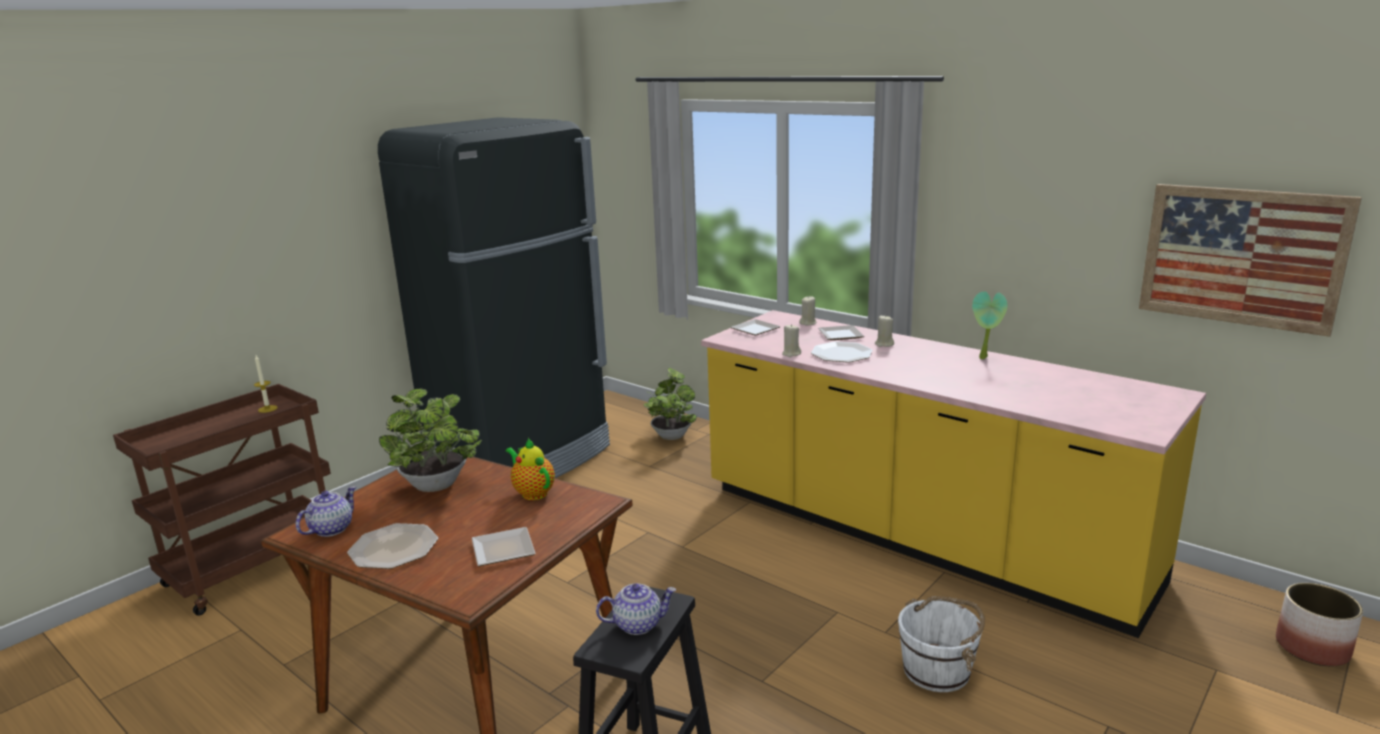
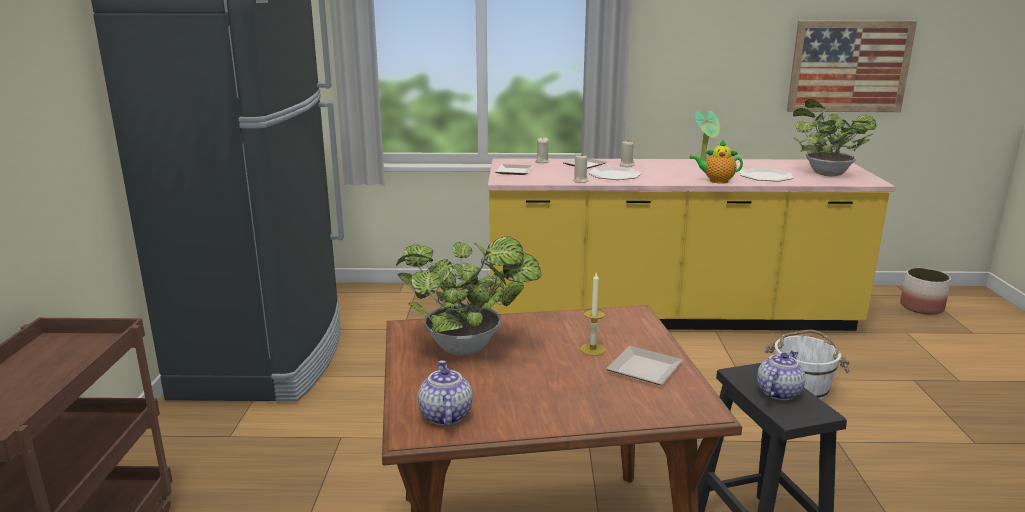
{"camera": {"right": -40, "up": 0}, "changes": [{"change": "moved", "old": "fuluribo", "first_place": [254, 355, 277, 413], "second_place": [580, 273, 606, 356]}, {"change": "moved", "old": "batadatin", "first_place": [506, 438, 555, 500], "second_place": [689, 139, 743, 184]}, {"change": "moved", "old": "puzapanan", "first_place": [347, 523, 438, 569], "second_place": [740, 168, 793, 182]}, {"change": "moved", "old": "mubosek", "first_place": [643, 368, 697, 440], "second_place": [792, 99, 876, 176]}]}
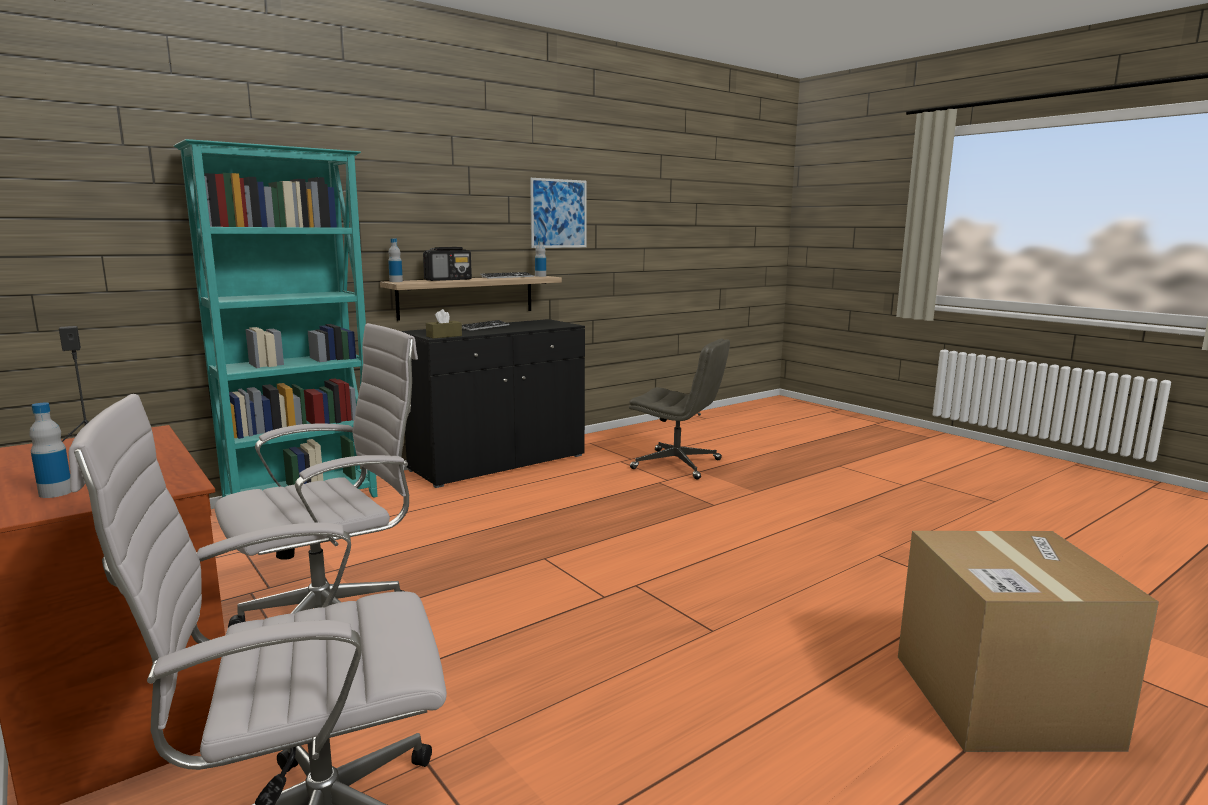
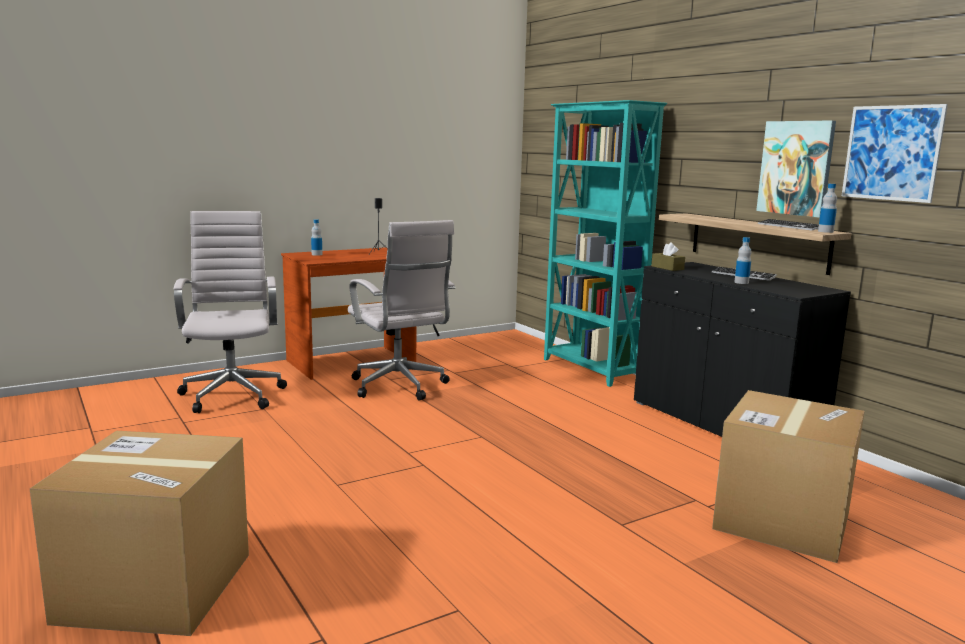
{"camera": {"right": 95, "up": 0}, "changes": [{"change": "replaced", "old": "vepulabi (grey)", "new": "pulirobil", "first_place": [629, 339, 730, 480], "second_place": [712, 390, 864, 563]}, {"change": "moved", "old": "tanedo", "first_place": [388, 239, 403, 282], "second_place": [735, 237, 752, 284]}, {"change": "added", "new": "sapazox", "second_place": [756, 120, 836, 218]}, {"change": "removed", "old": "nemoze", "first_place": [423, 247, 472, 281]}]}
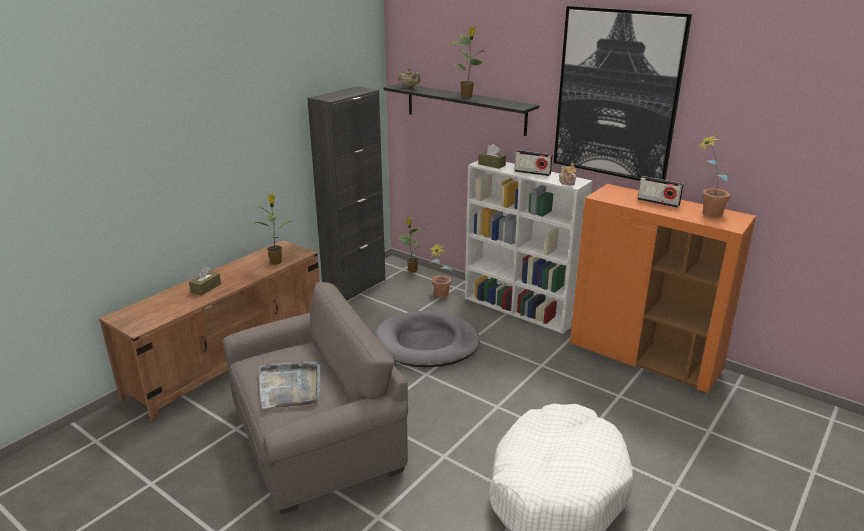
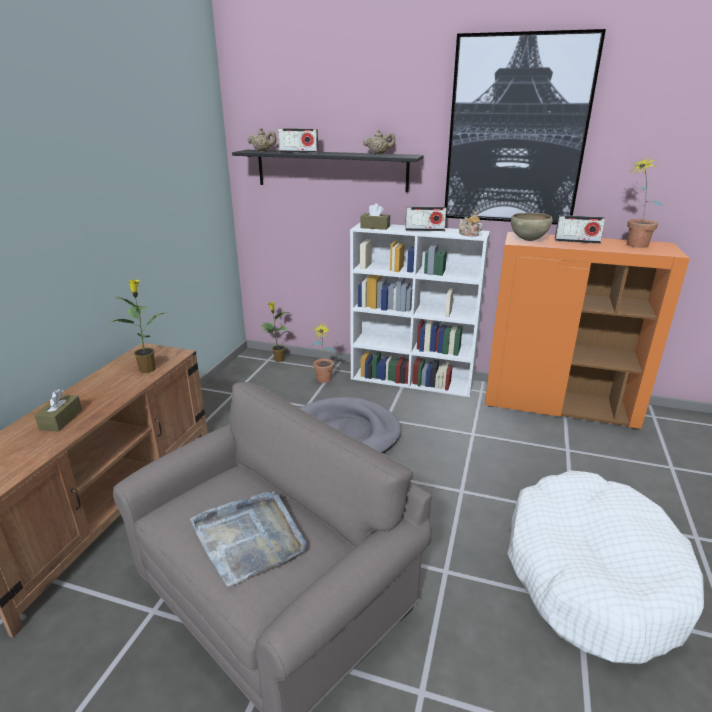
{"camera": {"right": -20, "up": 0}, "changes": [{"change": "added", "new": "nemoze", "second_place": [278, 128, 318, 153]}, {"change": "added", "new": "batadatin (beige)", "second_place": [363, 129, 395, 154]}, {"change": "added", "new": "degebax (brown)", "second_place": [511, 213, 553, 241]}, {"change": "removed", "old": "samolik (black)", "first_place": [307, 86, 385, 301]}, {"change": "removed", "old": "mubosek", "first_place": [452, 27, 484, 98]}]}
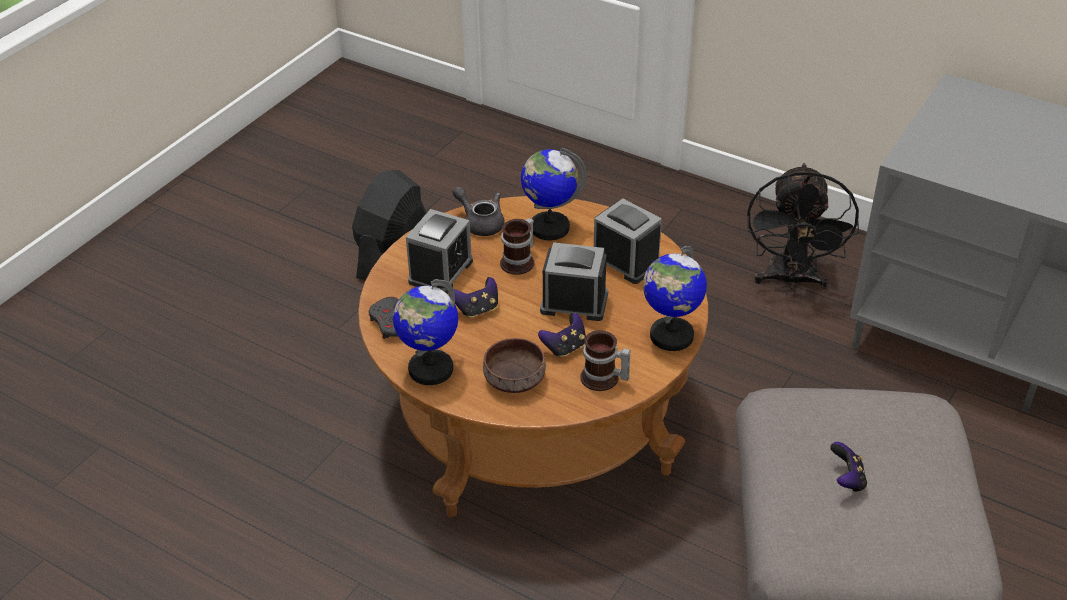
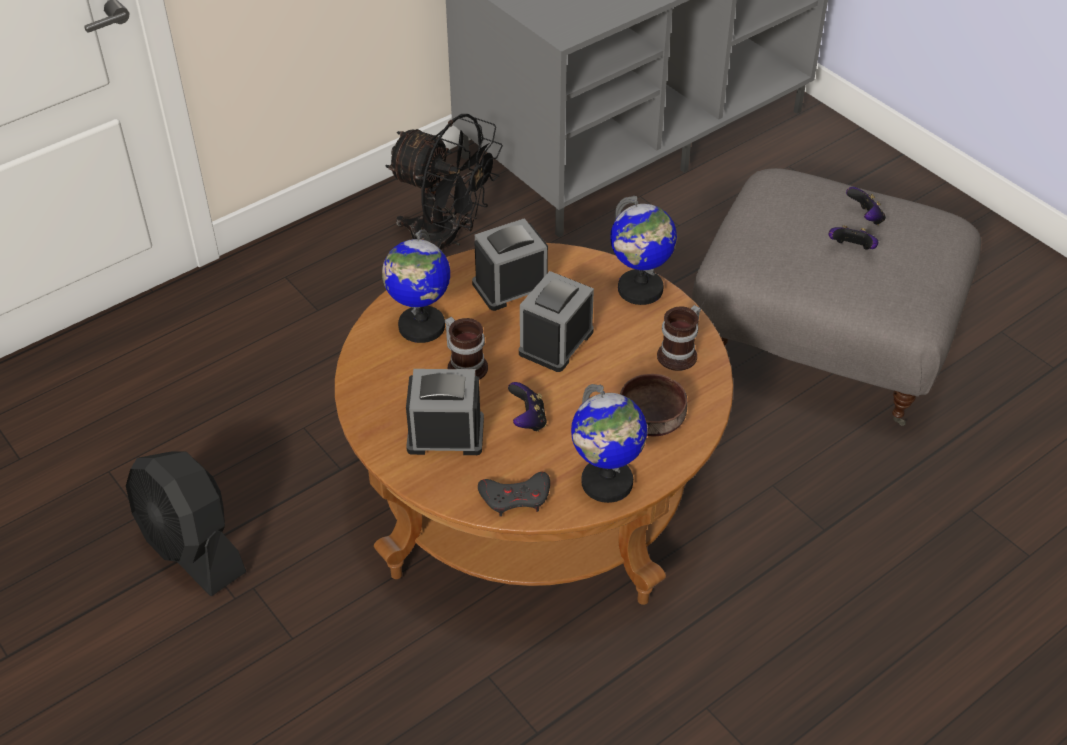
{"camera": {"right": -70, "up": 5}, "changes": [{"change": "turned", "old": "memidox", "first_place": [406, 209, 473, 294], "second_place": [406, 369, 484, 455], "degrees": -45}, {"change": "moved", "old": "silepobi", "first_place": [538, 313, 586, 358], "second_place": [846, 187, 886, 225]}, {"change": "removed", "old": "batadatin (grey)", "first_place": [452, 186, 505, 236]}]}
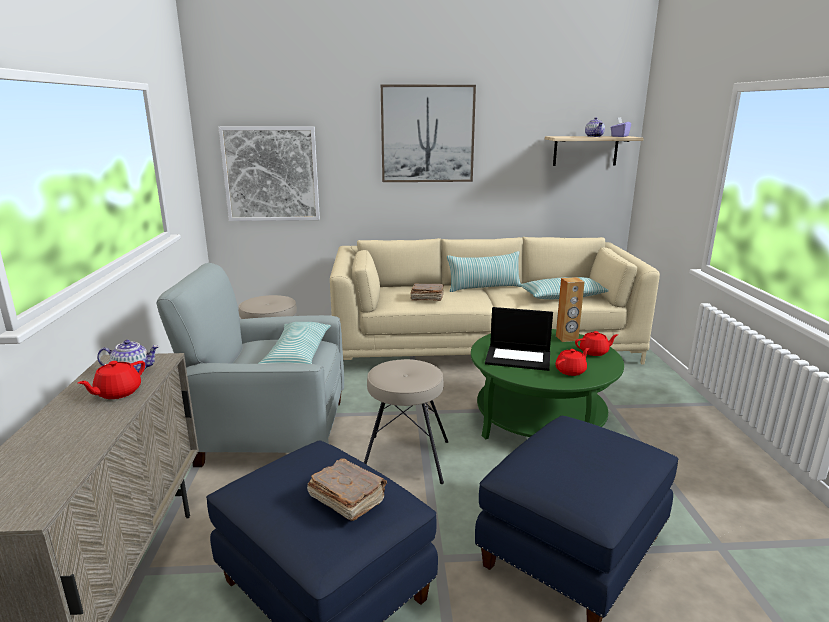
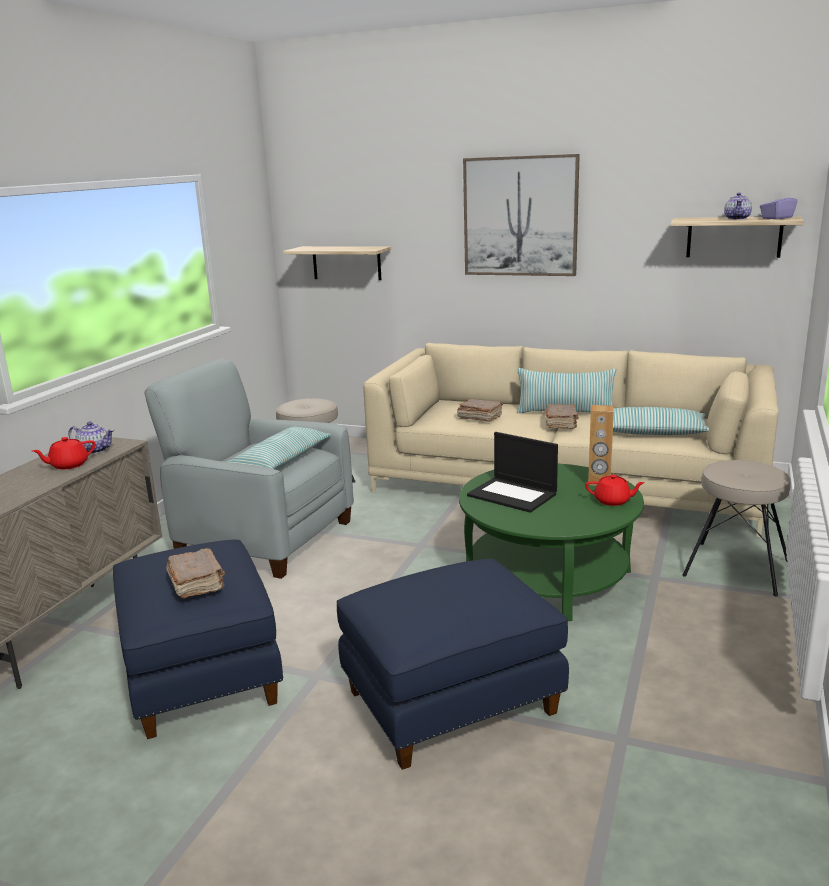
{"camera": {"right": 25, "up": 0}, "changes": [{"change": "replaced", "old": "sapazox", "new": "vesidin", "first_place": [219, 126, 320, 221], "second_place": [283, 246, 391, 280]}, {"change": "added", "new": "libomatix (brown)", "second_place": [545, 404, 578, 429]}, {"change": "moved", "old": "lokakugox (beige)", "first_place": [364, 359, 448, 484], "second_place": [682, 460, 791, 596]}, {"change": "removed", "old": "batadatin (red)", "first_place": [555, 348, 589, 376]}]}
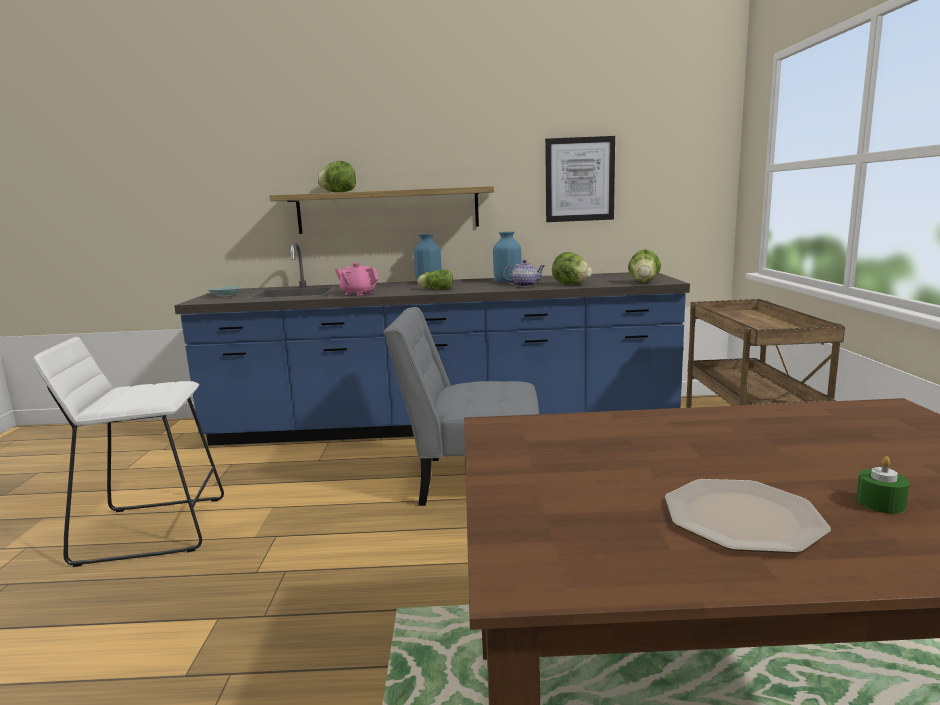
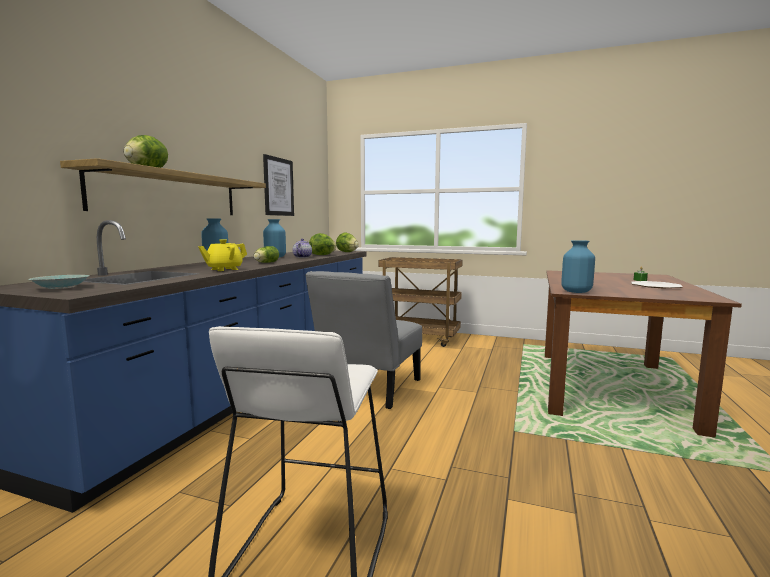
{"camera": {"right": -70, "up": -5}, "changes": [{"change": "recoloured", "old": "batadatin (pink)", "new": "batadatin (yellow)", "first_place": [335, 263, 379, 296], "second_place": [198, 239, 247, 271]}, {"change": "added", "new": "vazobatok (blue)", "second_place": [561, 240, 595, 293]}]}
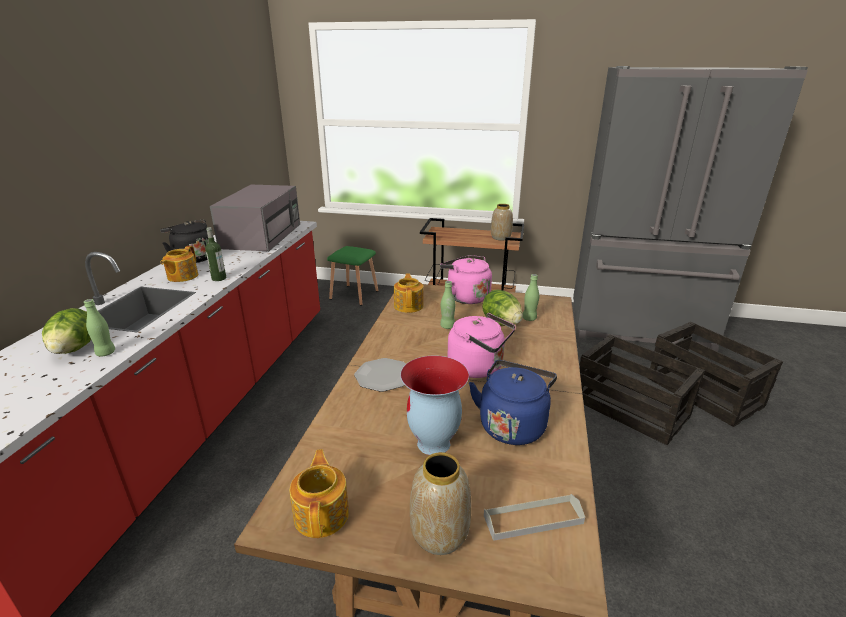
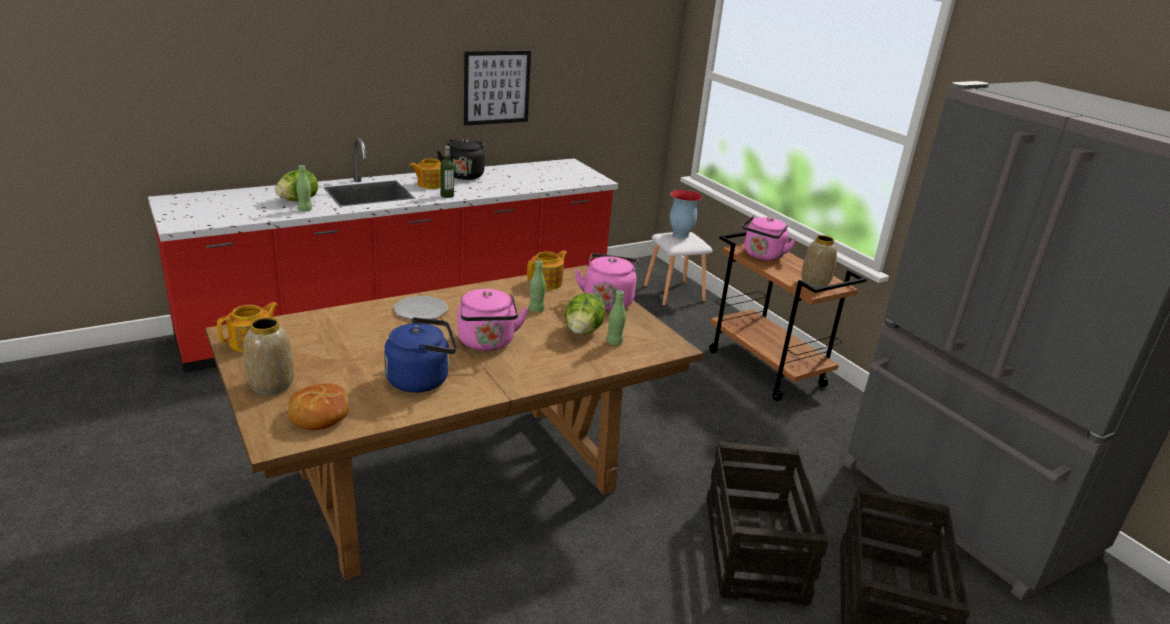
{"camera": {"right": 45, "up": 0}, "changes": [{"change": "replaced", "old": "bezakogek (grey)", "new": "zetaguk", "first_place": [484, 494, 585, 541], "second_place": [288, 383, 349, 430]}, {"change": "added", "new": "sapazox", "second_place": [464, 51, 531, 126]}, {"change": "recoloured", "old": "lokakugox (green)", "new": "lokakugox (white)", "first_place": [327, 246, 378, 305], "second_place": [644, 232, 713, 306]}, {"change": "moved", "old": "vazobatok", "first_place": [400, 355, 469, 455], "second_place": [670, 190, 703, 239]}, {"change": "added", "new": "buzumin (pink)", "second_place": [742, 215, 796, 261]}, {"change": "removed", "old": "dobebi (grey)", "first_place": [210, 185, 300, 252]}]}
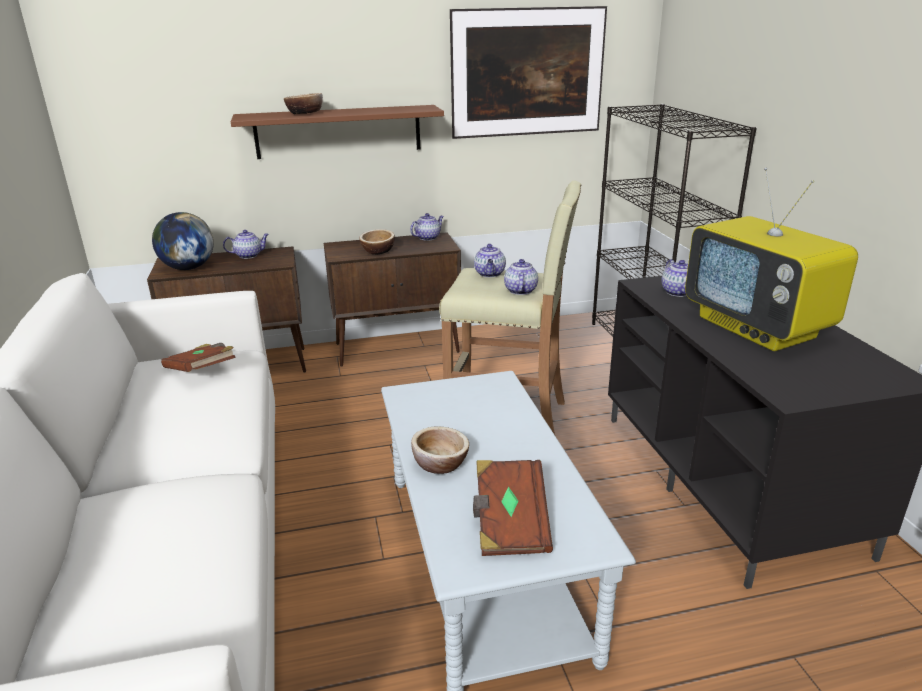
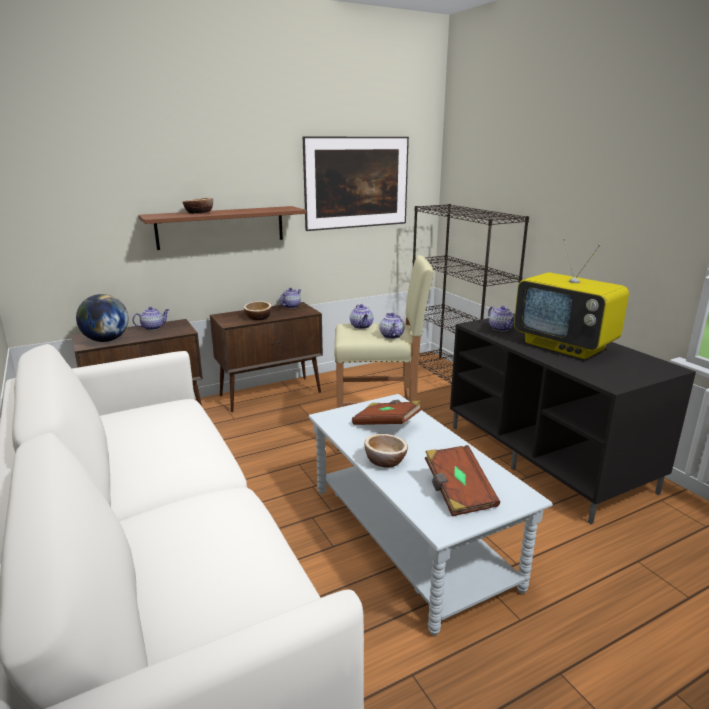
{"camera": {"right": -15, "up": -5}, "changes": [{"change": "moved", "old": "libomatix (brown)", "first_place": [161, 343, 236, 372], "second_place": [352, 400, 422, 425]}]}
